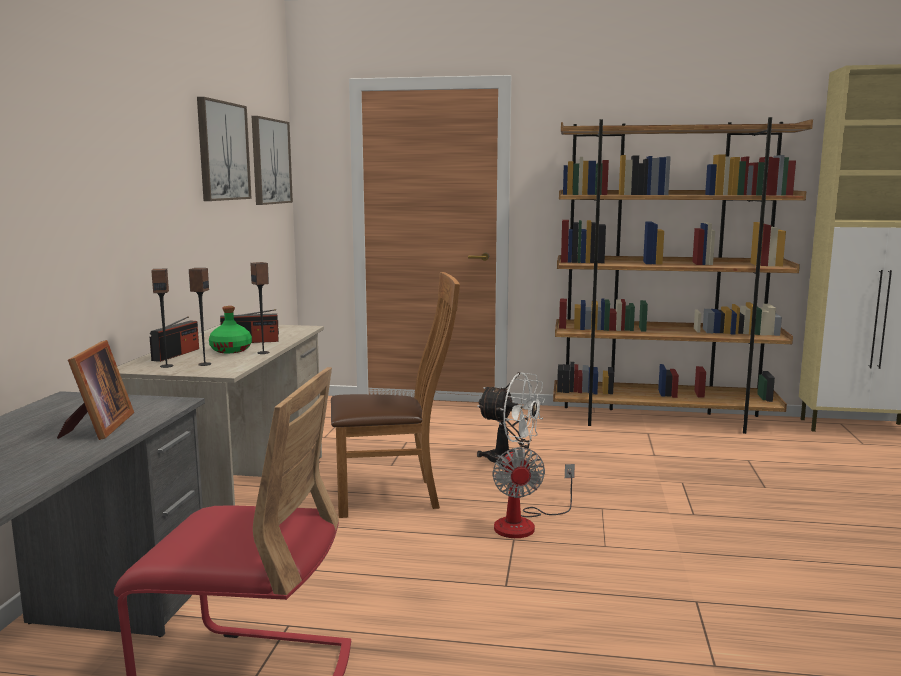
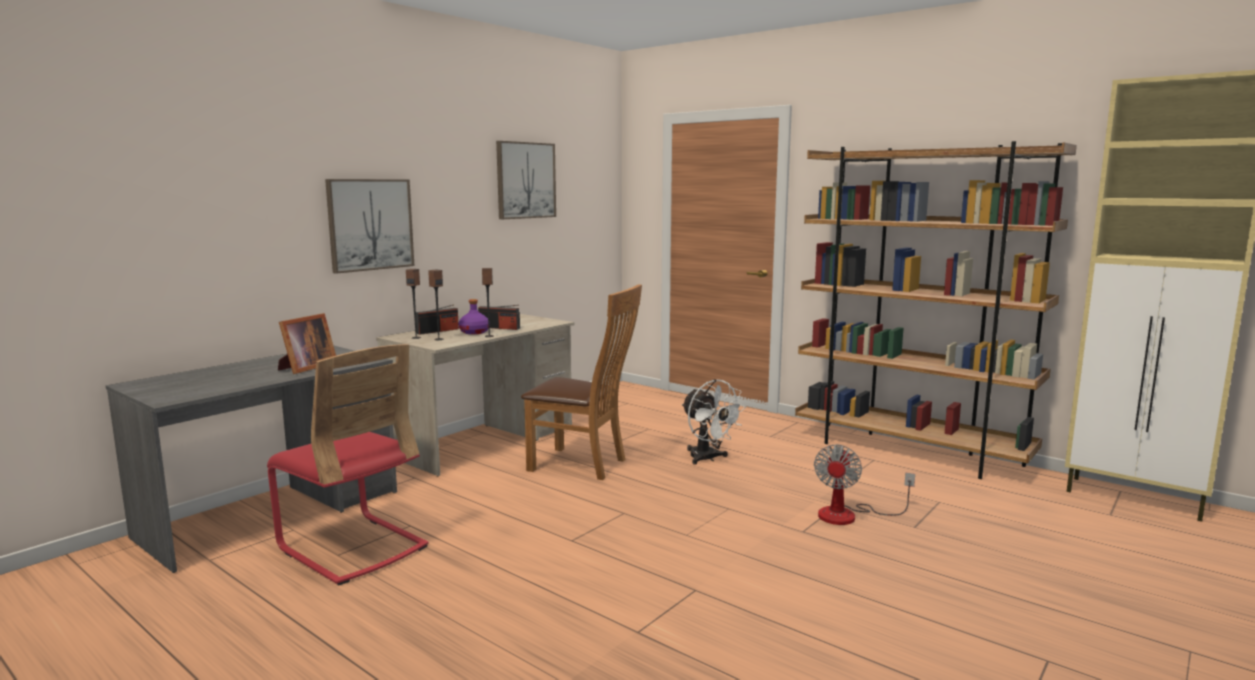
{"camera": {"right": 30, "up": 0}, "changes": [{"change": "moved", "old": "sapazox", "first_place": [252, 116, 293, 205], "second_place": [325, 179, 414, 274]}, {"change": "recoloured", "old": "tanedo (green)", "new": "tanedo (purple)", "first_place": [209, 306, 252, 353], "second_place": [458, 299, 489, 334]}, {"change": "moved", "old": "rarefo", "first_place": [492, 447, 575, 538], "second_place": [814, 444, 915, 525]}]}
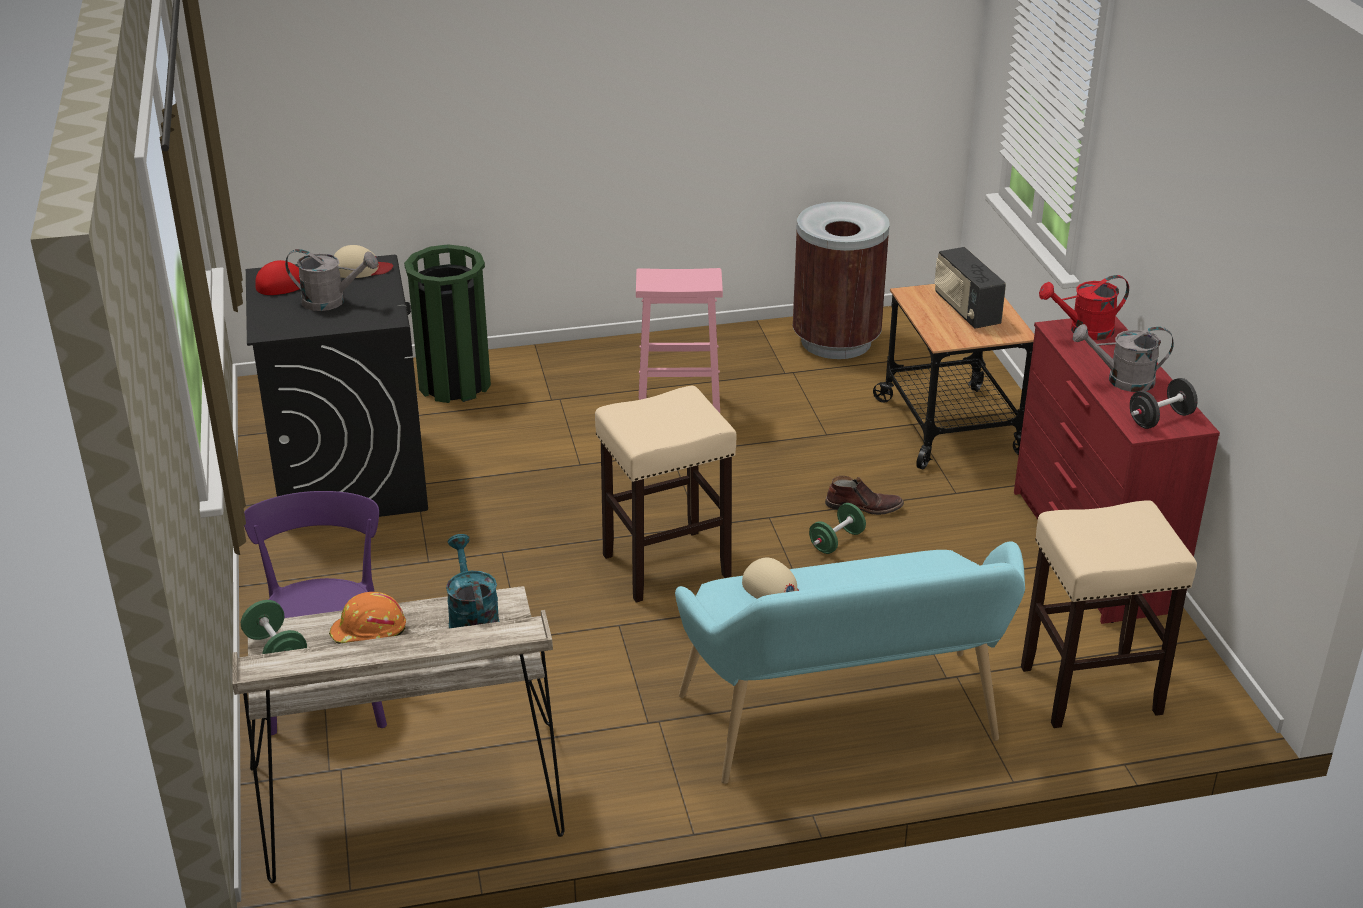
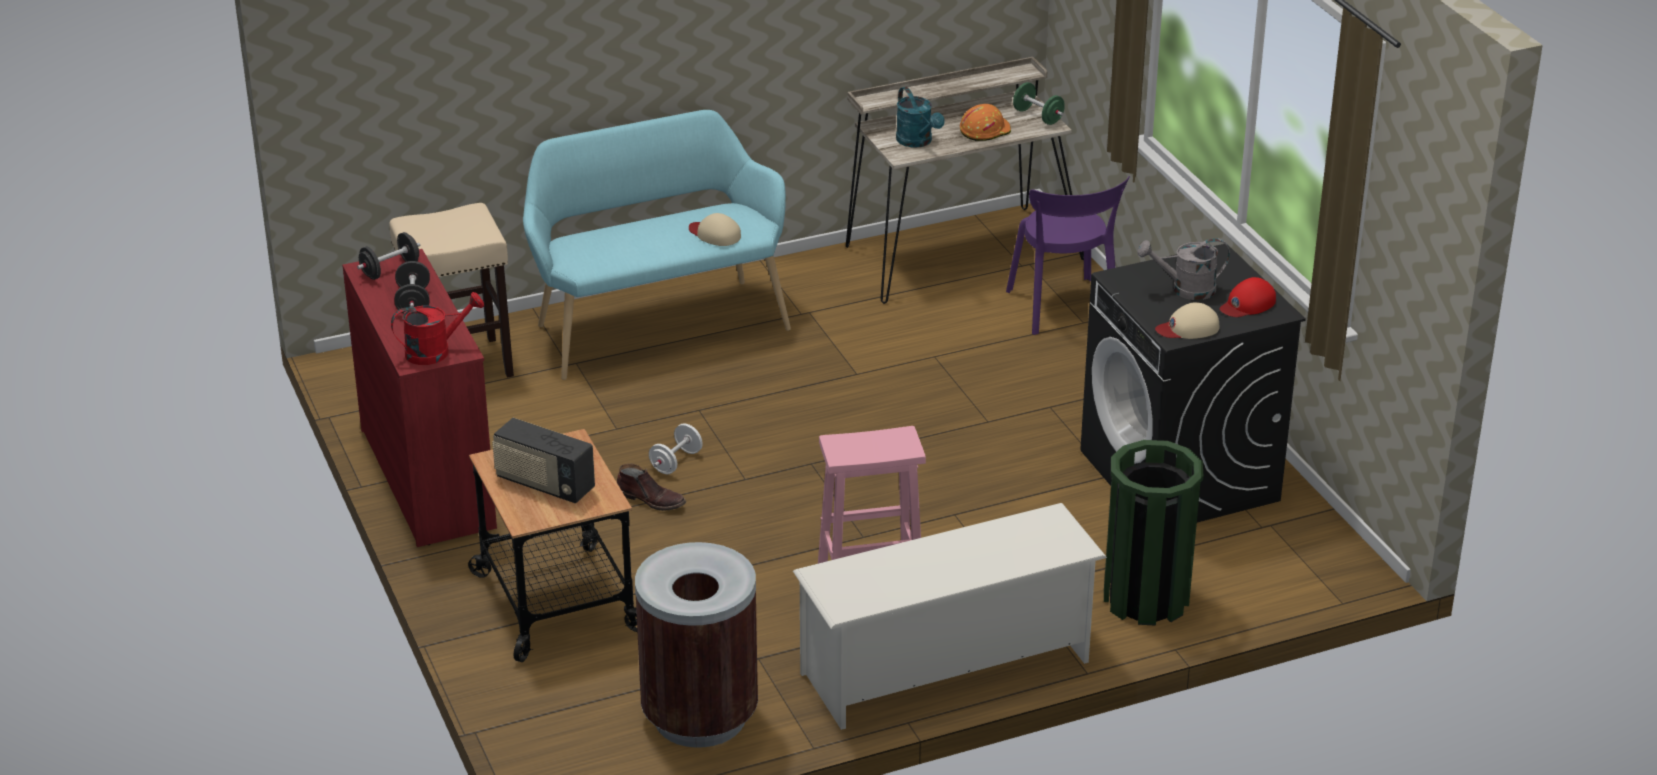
{"camera": {"right": 170, "up": 0}, "changes": [{"change": "replaced", "old": "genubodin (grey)", "new": "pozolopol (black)", "first_place": [1073, 324, 1174, 392], "second_place": [394, 261, 430, 314]}, {"change": "turned", "old": "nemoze", "first_place": [934, 247, 1006, 329], "second_place": [492, 418, 595, 503], "degrees": 150}, {"change": "turned", "old": "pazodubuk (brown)", "first_place": [825, 476, 904, 515], "second_place": [617, 463, 686, 511], "degrees": -150}, {"change": "recoloured", "old": "pozolopol (green)", "new": "pozolopol (white)", "first_place": [809, 503, 866, 554], "second_place": [649, 424, 703, 474]}, {"change": "added", "new": "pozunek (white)", "second_place": [793, 503, 1107, 730]}, {"change": "removed", "old": "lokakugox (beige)", "first_place": [595, 386, 737, 602]}]}
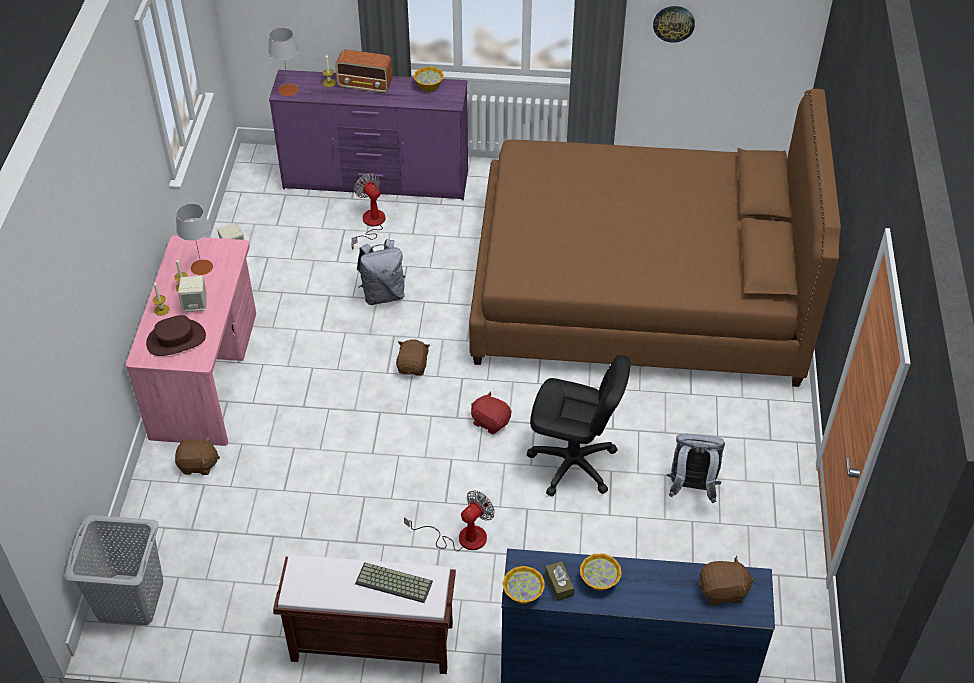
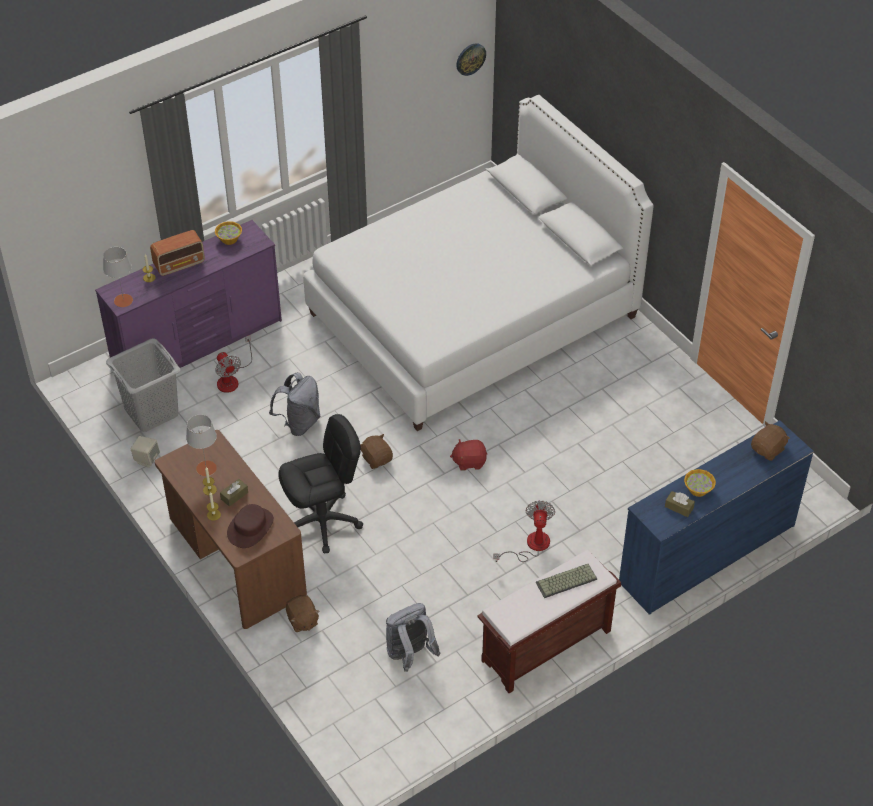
{"camera": {"right": -40, "up": 0}, "changes": [{"change": "moved", "old": "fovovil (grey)", "first_place": [64, 515, 163, 625], "second_place": [106, 339, 180, 432]}, {"change": "recoloured", "old": "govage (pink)", "new": "govage (brown)", "first_place": [126, 236, 256, 446], "second_place": [155, 430, 307, 629]}, {"change": "turned", "old": "rarefo", "first_place": [351, 173, 385, 249], "second_place": [215, 335, 252, 393], "degrees": -135}, {"change": "replaced", "old": "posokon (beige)", "new": "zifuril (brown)", "first_place": [178, 276, 207, 312], "second_place": [220, 479, 248, 507]}, {"change": "moved", "old": "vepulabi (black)", "first_place": [527, 355, 630, 497], "second_place": [278, 414, 363, 553]}, {"change": "turned", "old": "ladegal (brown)", "first_place": [175, 437, 220, 475], "second_place": [286, 595, 320, 632], "degrees": 105}, {"change": "recoloured", "old": "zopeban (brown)", "new": "zopeban (white)", "first_place": [469, 89, 841, 387], "second_place": [303, 95, 654, 431]}, {"change": "moved", "old": "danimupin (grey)", "first_place": [666, 433, 725, 503], "second_place": [386, 603, 441, 672]}, {"change": "moved", "old": "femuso", "first_place": [653, 6, 695, 43], "second_place": [456, 43, 486, 76]}, {"change": "removed", "old": "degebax", "first_place": [503, 566, 545, 604]}]}
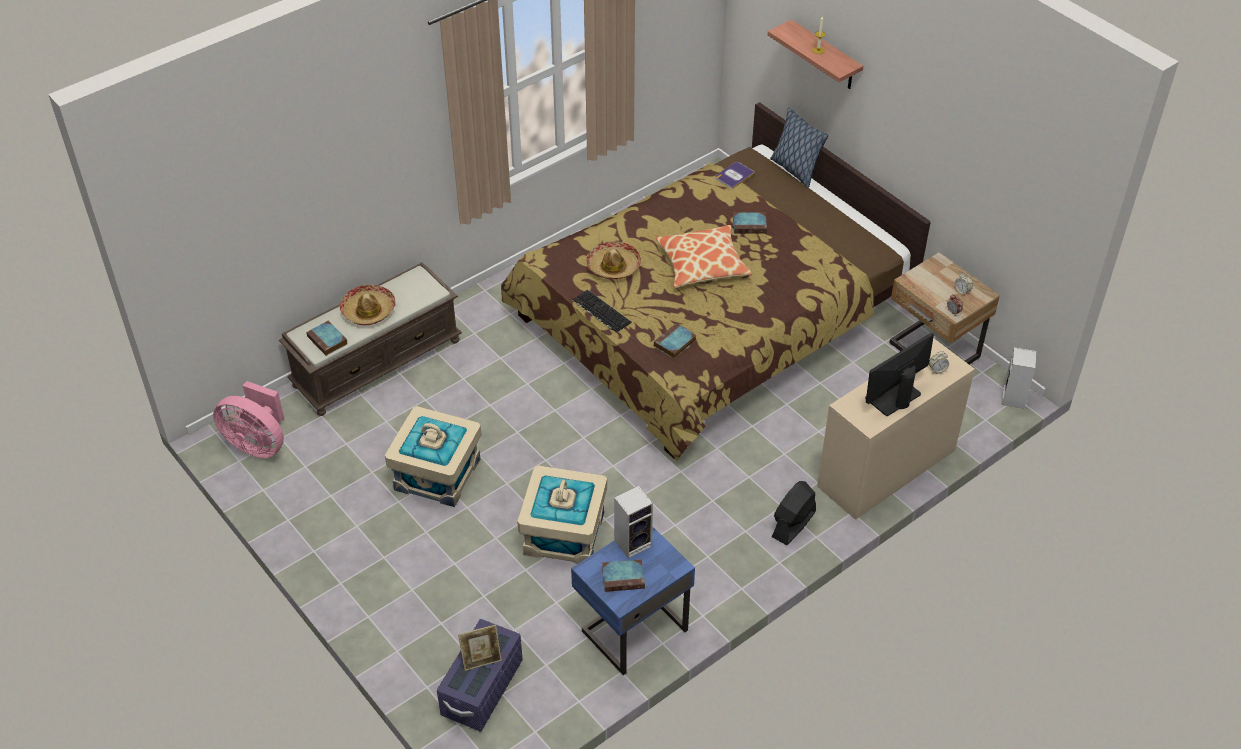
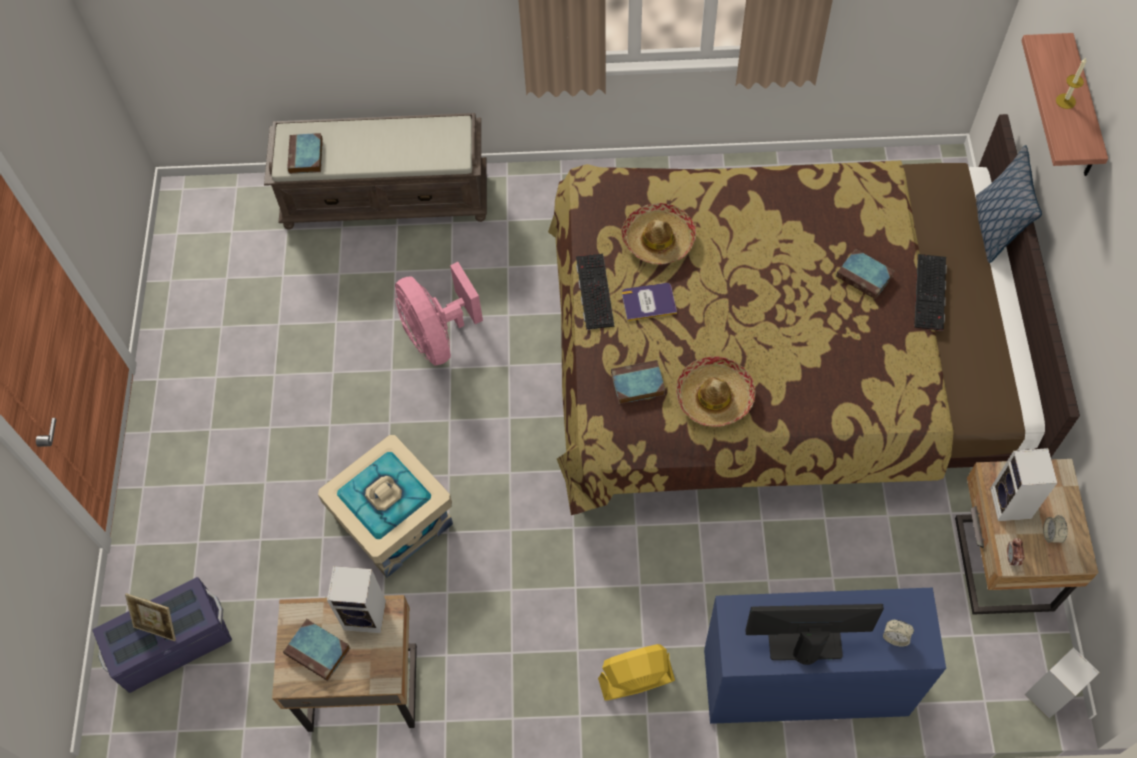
{"camera": {"right": 40, "up": 15}, "changes": [{"change": "recoloured", "old": "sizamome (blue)", "new": "sizamome (beige)", "first_place": [571, 527, 695, 675], "second_place": [272, 595, 417, 732]}, {"change": "moved", "old": "rarefo (pink)", "first_place": [213, 381, 284, 458], "second_place": [395, 262, 483, 366]}, {"change": "recoloured", "old": "rarefo (black)", "new": "rarefo (yellow)", "first_place": [772, 481, 816, 545], "second_place": [598, 644, 675, 701]}, {"change": "moved", "old": "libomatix", "first_place": [715, 162, 755, 189], "second_place": [622, 283, 677, 321]}, {"change": "moved", "old": "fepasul", "first_place": [340, 285, 396, 325], "second_place": [676, 356, 755, 427]}, {"change": "recoloured", "old": "govage (beige)", "new": "govage (blue)", "first_place": [817, 338, 975, 520], "second_place": [704, 587, 946, 724]}, {"change": "added", "new": "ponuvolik", "second_place": [914, 254, 947, 331]}, {"change": "added", "new": "posokon", "second_place": [990, 448, 1057, 521]}, {"change": "removed", "old": "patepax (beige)", "first_place": [385, 406, 481, 507]}, {"change": "removed", "old": "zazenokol", "first_place": [655, 225, 752, 288]}]}
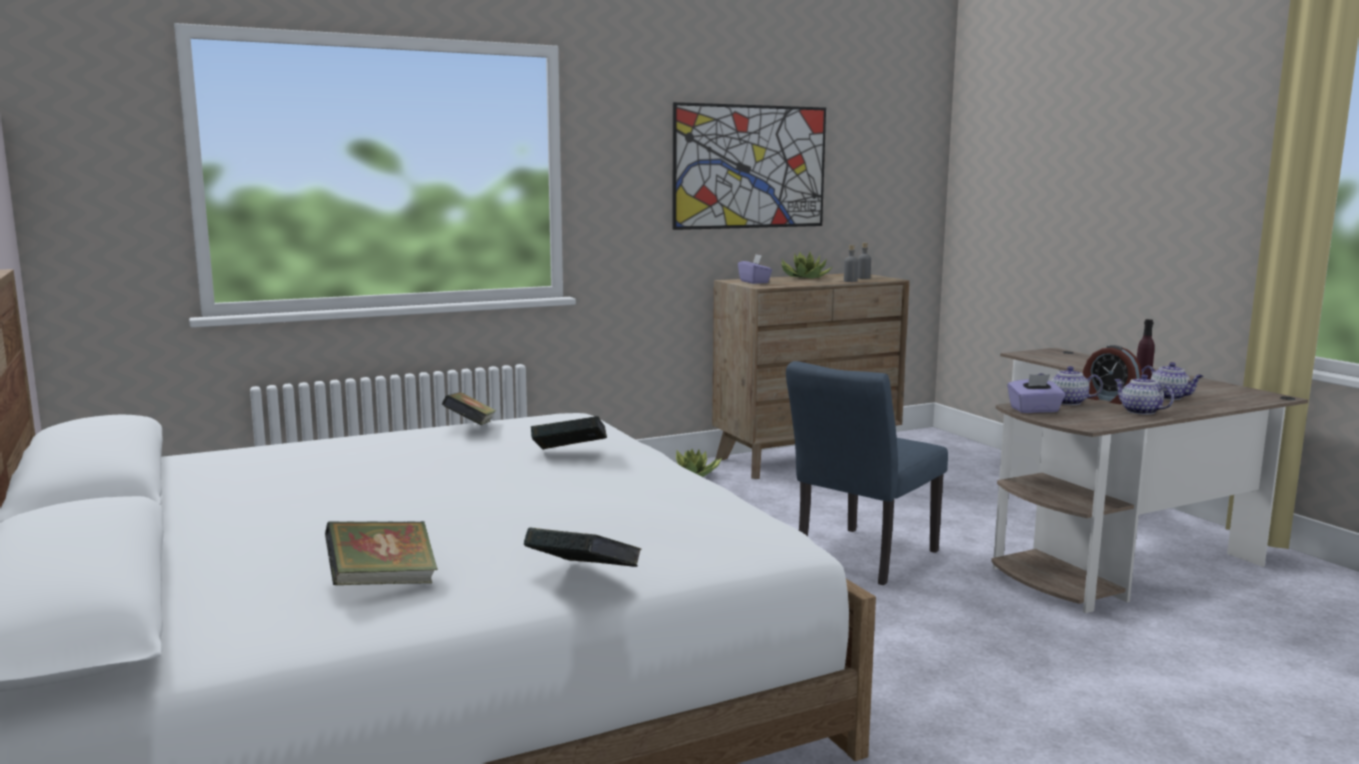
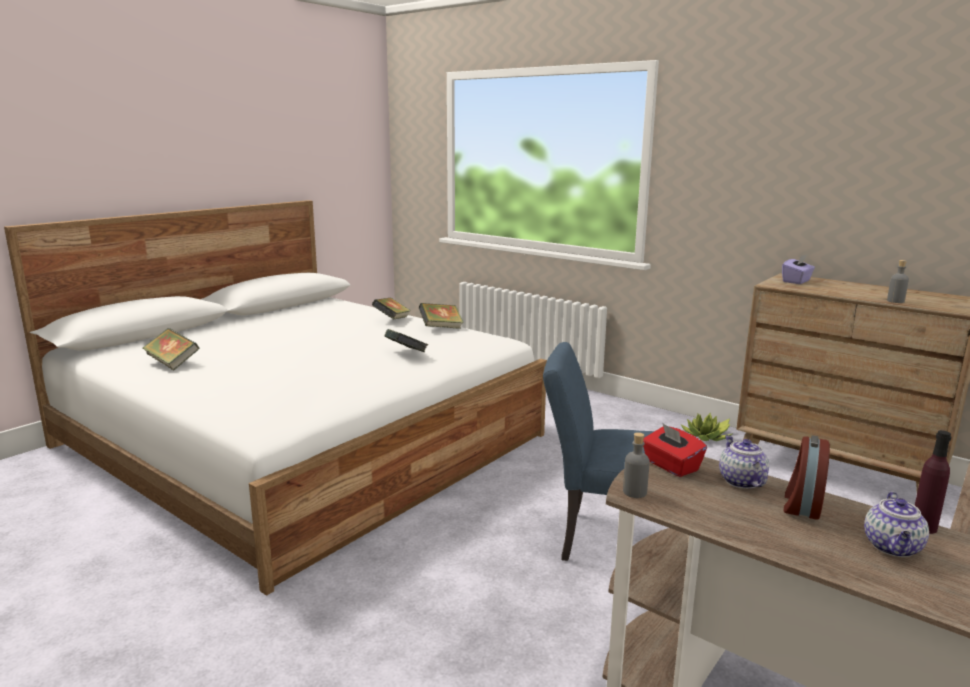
{"camera": {"right": 65, "up": 5}, "changes": [{"change": "moved", "old": "libomatix", "first_place": [524, 528, 641, 567], "second_place": [372, 298, 411, 320]}, {"change": "moved", "old": "tanedo (grey)", "first_place": [858, 243, 871, 279], "second_place": [623, 432, 650, 498]}, {"change": "recoloured", "old": "zifuril (purple)", "new": "zifuril (red)", "first_place": [1007, 374, 1065, 413], "second_place": [643, 423, 707, 477]}, {"change": "removed", "old": "sapazox", "first_place": [672, 102, 826, 230]}, {"change": "removed", "old": "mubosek", "first_place": [781, 252, 832, 279]}, {"change": "removed", "old": "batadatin", "first_place": [1114, 374, 1174, 415]}]}
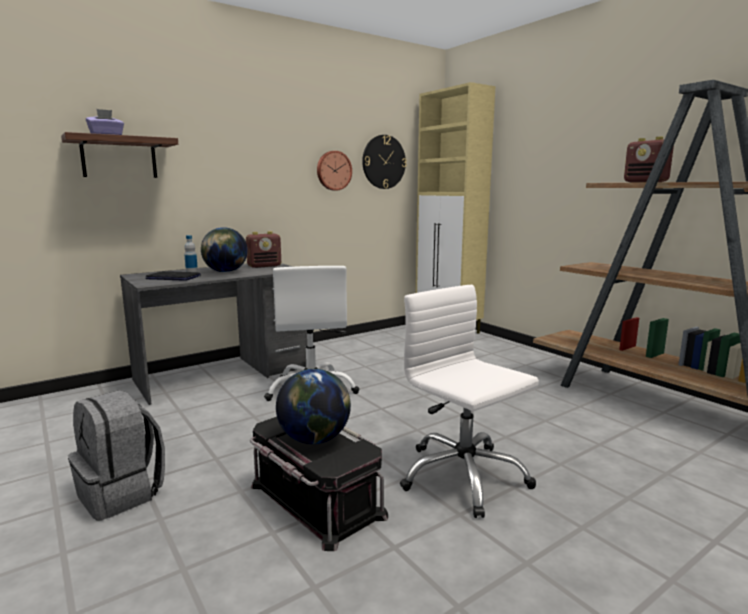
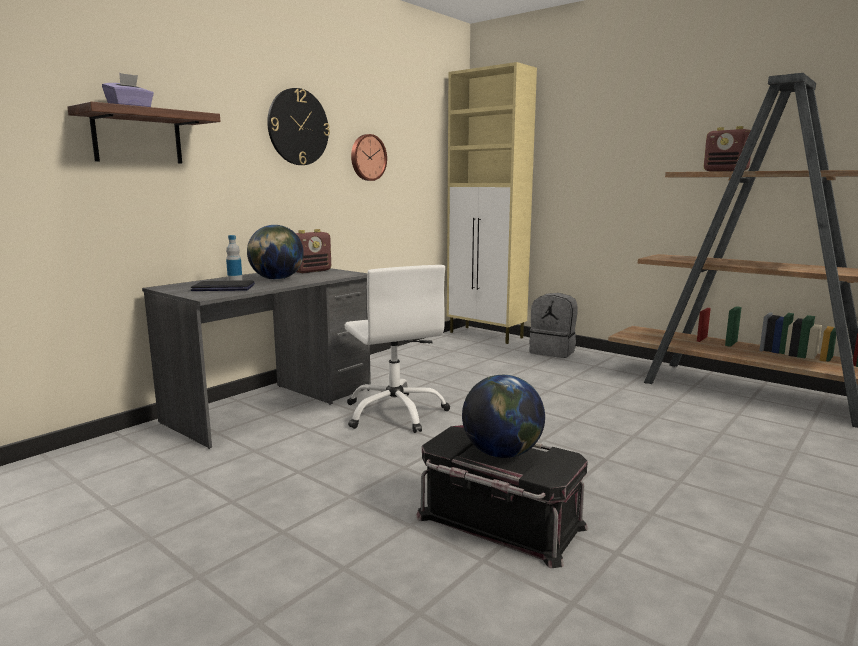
{"camera": {"right": -15, "up": 0}, "changes": [{"change": "moved", "old": "femuso", "first_place": [362, 135, 407, 189], "second_place": [267, 88, 330, 165]}, {"change": "moved", "old": "danimupin (grey)", "first_place": [68, 390, 165, 521], "second_place": [529, 293, 577, 358]}, {"change": "removed", "old": "vepulabi (white)", "first_place": [400, 285, 539, 518]}]}
